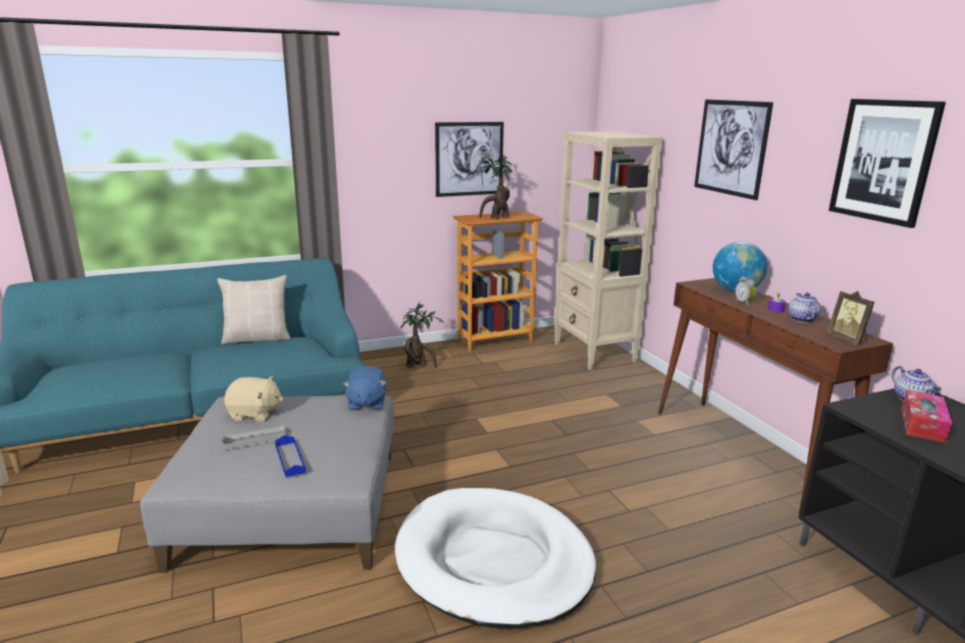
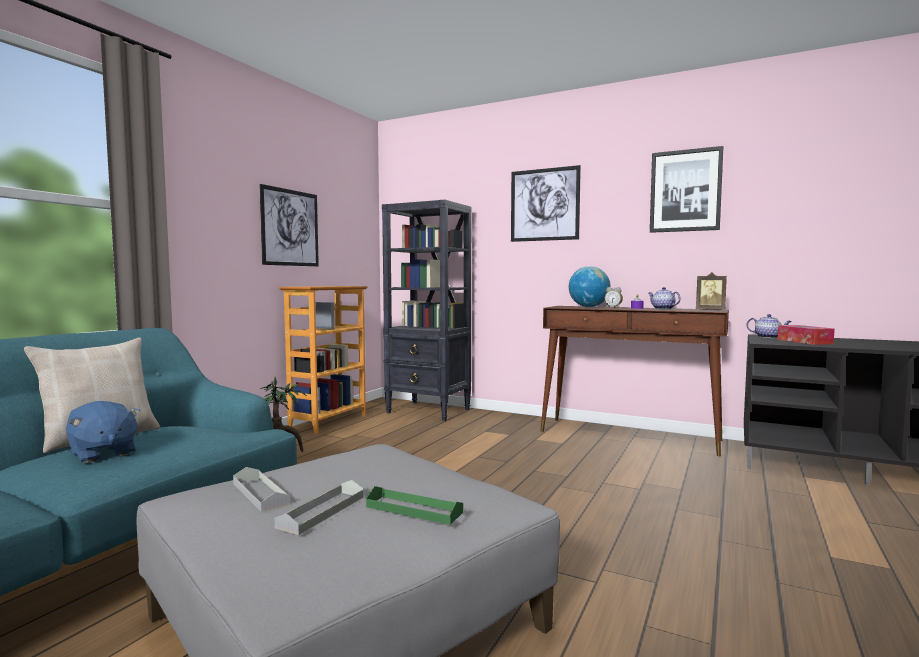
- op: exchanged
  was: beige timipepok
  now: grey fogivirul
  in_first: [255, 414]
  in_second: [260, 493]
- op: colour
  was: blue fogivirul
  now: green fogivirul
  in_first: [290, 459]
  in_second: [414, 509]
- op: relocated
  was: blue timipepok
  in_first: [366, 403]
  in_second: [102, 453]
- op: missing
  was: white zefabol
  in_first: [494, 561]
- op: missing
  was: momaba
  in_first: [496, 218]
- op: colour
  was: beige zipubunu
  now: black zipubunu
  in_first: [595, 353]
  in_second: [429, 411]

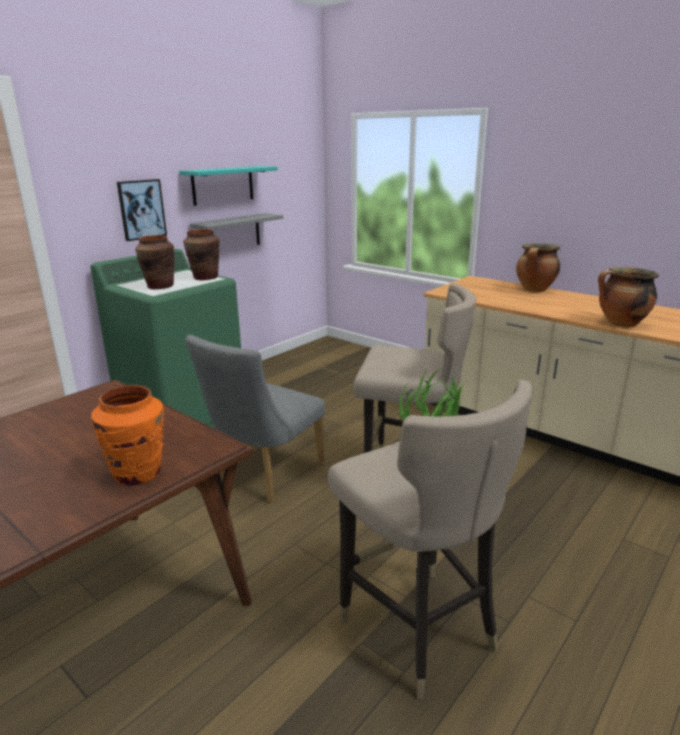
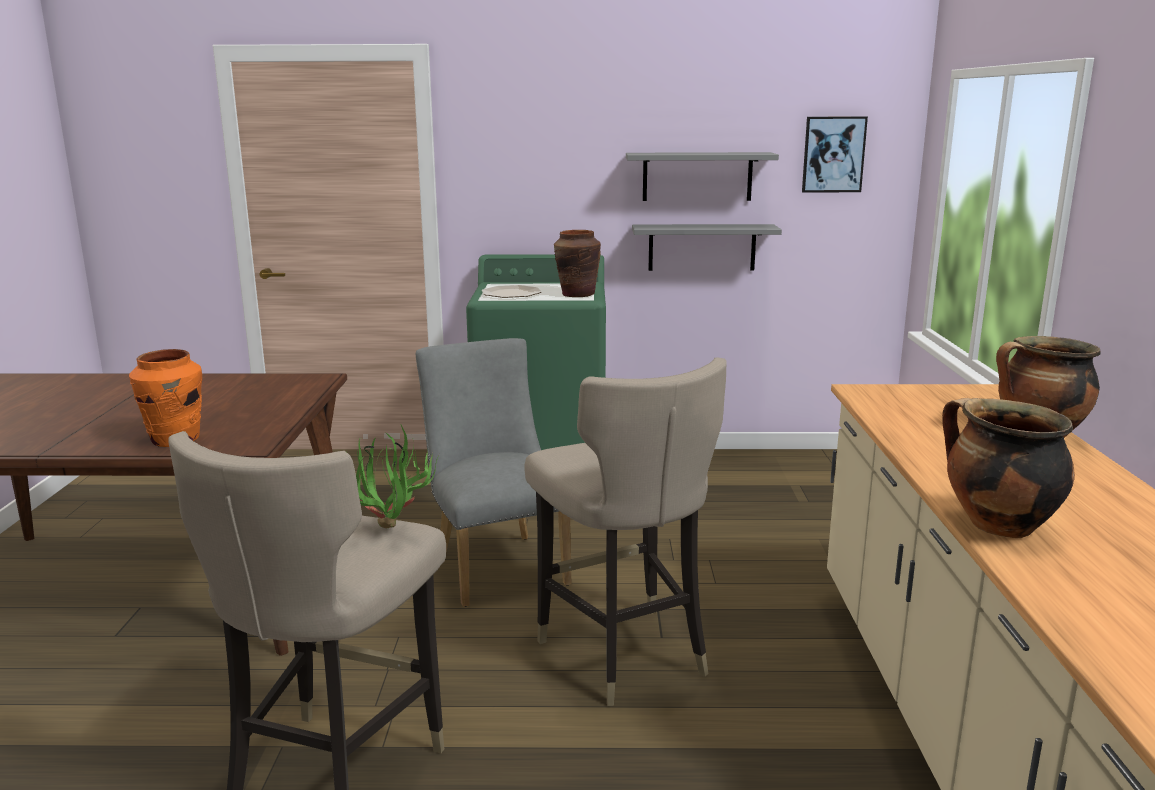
- op: relocated
  was: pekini
  in_first: [141, 209]
  in_second: [833, 154]
- op: exchanged
  was: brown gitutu
  now: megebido
  in_first: [160, 286]
  in_second: [511, 293]
- op: colour
  was: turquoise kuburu
  now: grey kuburu
  in_first: [223, 185]
  in_second: [697, 176]
- op: spun
  was: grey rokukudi
  in_first: [264, 475]
  in_second: [496, 564]
  clockwise: 75

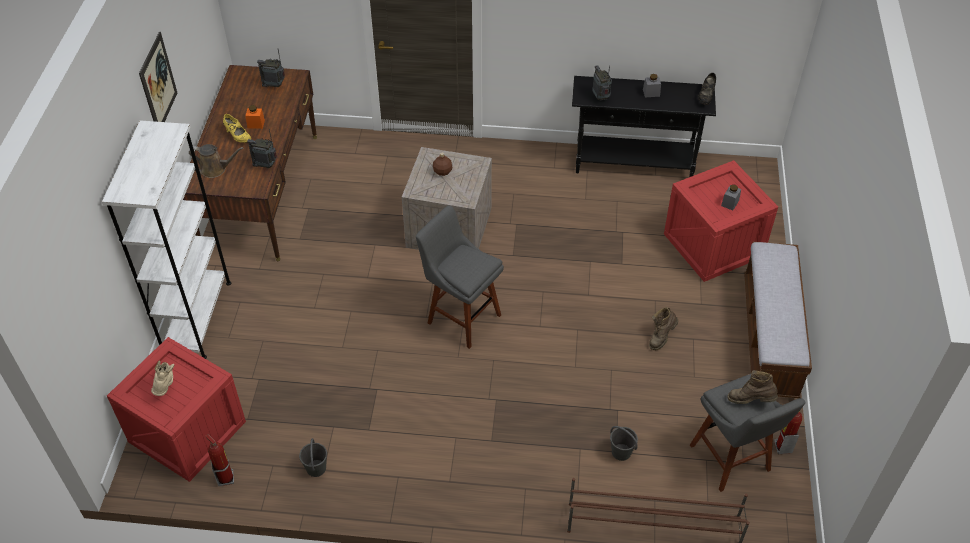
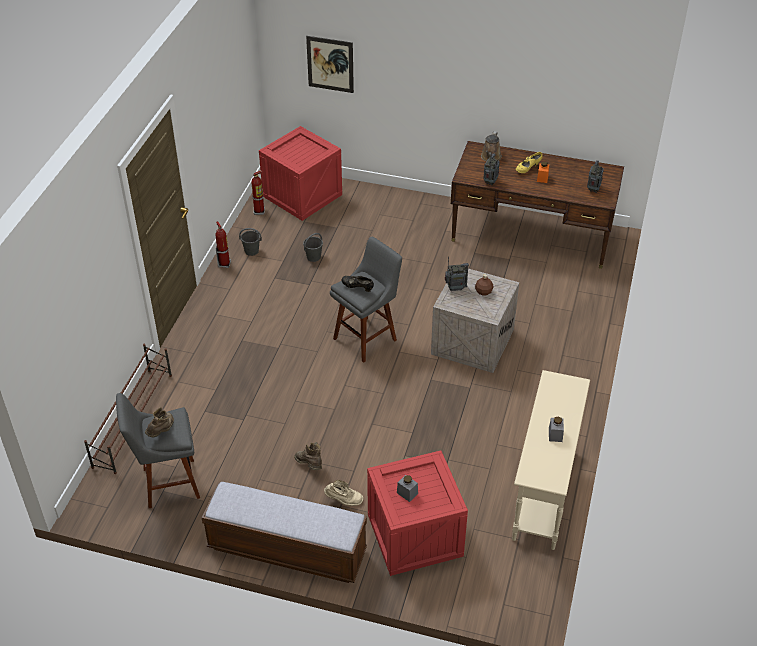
- op: missing
  was: white zipubunu
  in_first: [197, 317]
- op: relocated
  was: pekini
  in_first: [158, 83]
  in_second: [330, 64]
- op: relocated
  was: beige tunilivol
  in_first: [165, 385]
  in_second: [343, 501]
- op: colour
  was: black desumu
  now: beige desumu
  in_first: [634, 164]
  in_second: [543, 495]
- op: relocated
  was: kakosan
  in_first: [600, 97]
  in_second: [455, 289]
- op: relocated
  was: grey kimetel
  in_first: [621, 452]
  in_second: [313, 257]
- op: relocated
  was: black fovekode
  in_first: [706, 96]
  in_second: [357, 288]
- op: relocated
  was: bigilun
  in_first: [782, 447]
  in_second: [224, 264]

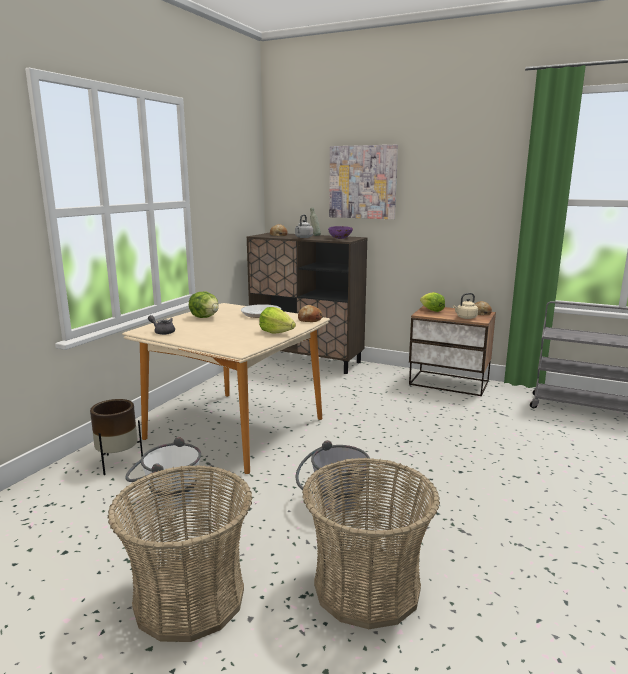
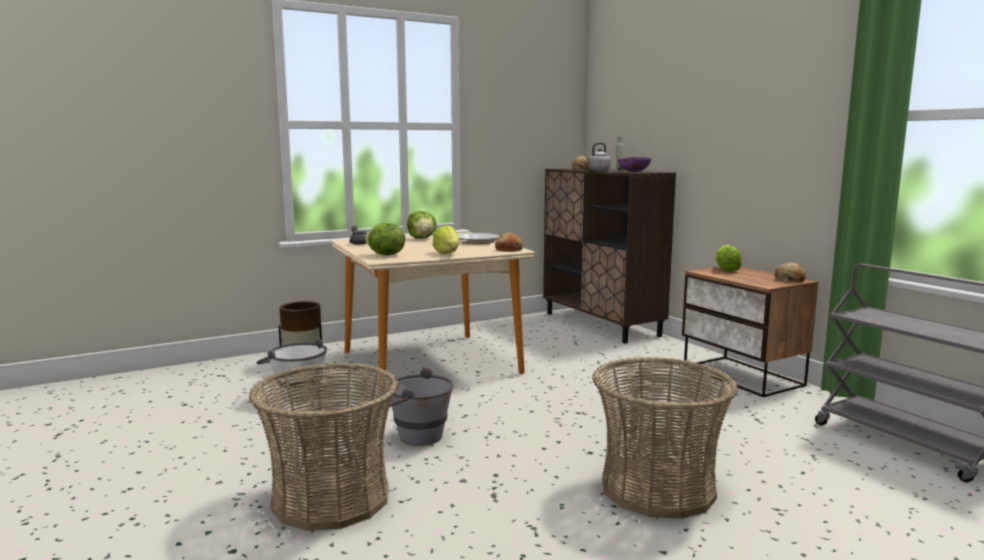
- op: relocated
  was: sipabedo
  in_first: [189, 598]
  in_second: [658, 488]
- op: missing
  was: pekini
  in_first: [363, 182]
- op: missing
  was: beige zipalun
  in_first: [465, 318]
- op: appeared
  now: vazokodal
  in_second: [385, 255]

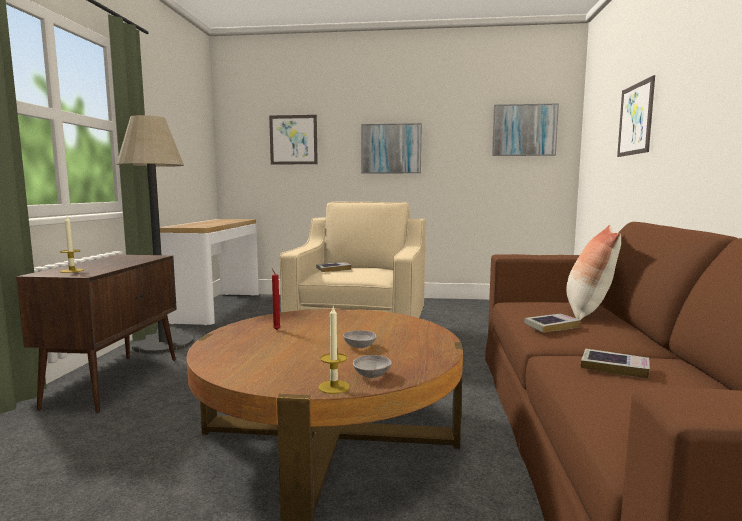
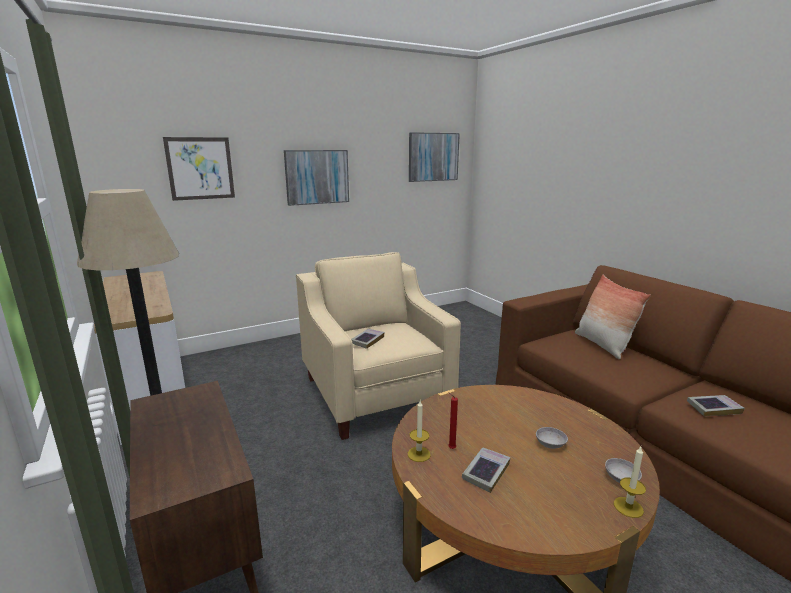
- op: relocated
  was: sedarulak
  in_first: [72, 271]
  in_second: [419, 454]
- op: relocated
  was: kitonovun
  in_first: [551, 326]
  in_second: [486, 472]
- op: missing
  was: pekini
  in_first: [635, 119]

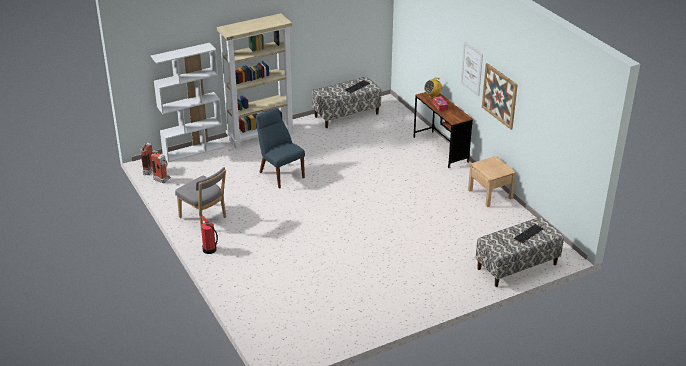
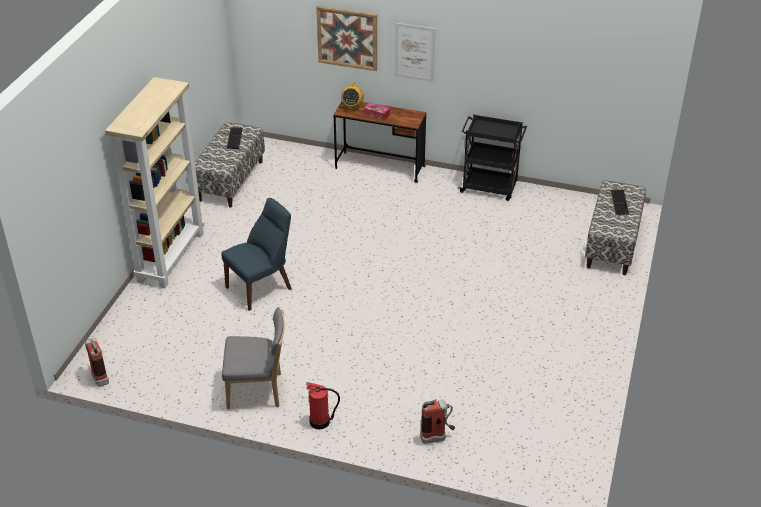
- op: missing
  was: white zipubunu
  in_first: [193, 150]
- op: relocated
  was: bigilun
  in_first: [163, 181]
  in_second: [437, 438]
- op: spun
  was: blue rokukudi
  in_first: [280, 174]
  in_second: [261, 287]
  clockwise: 135
- op: exchanged
  was: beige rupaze
  now: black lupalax
  in_first: [490, 194]
  in_second: [490, 188]
- op: relocated
  was: pekini
  in_first: [499, 96]
  in_second: [347, 38]

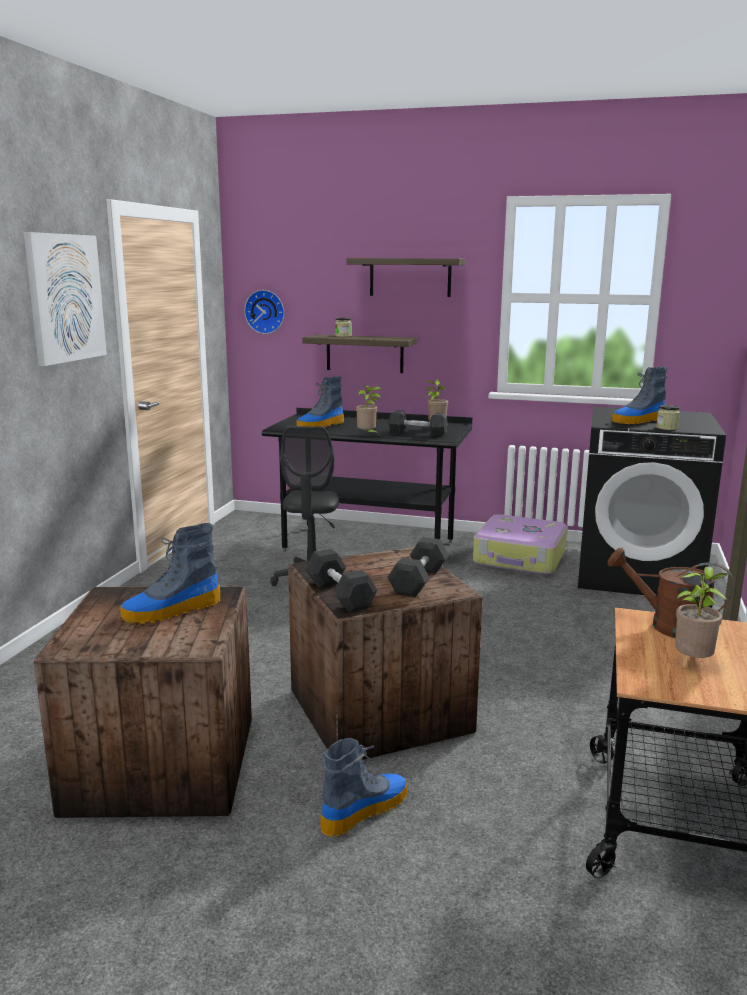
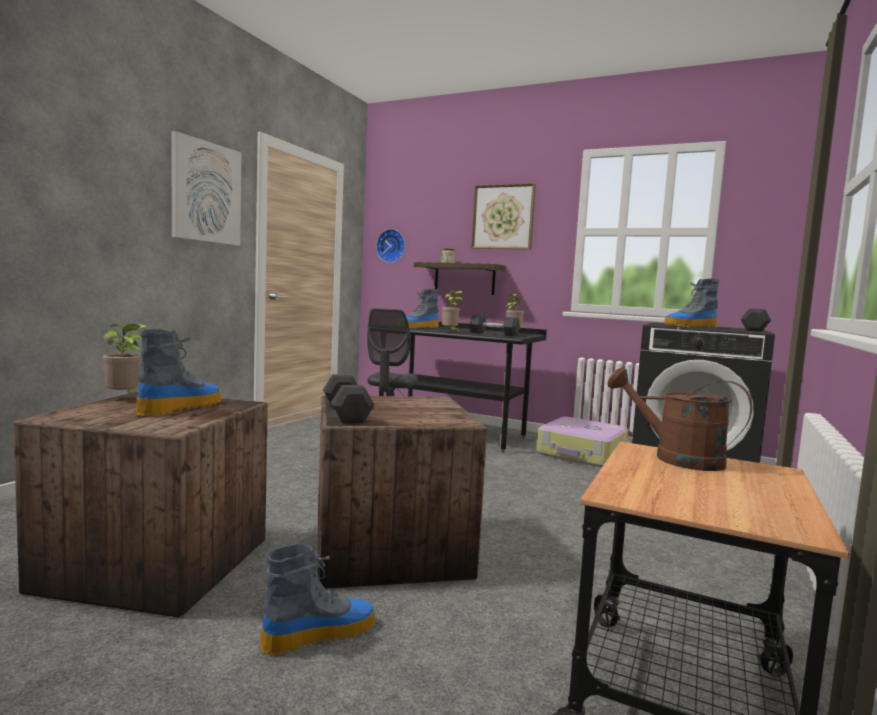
- op: spun
  was: tunilivol
  in_first: [172, 611]
  in_second: [180, 407]
  clockwise: 135
- op: exchanged
  was: kuburu
  now: pekini
  in_first: [410, 277]
  in_second: [503, 217]
- op: relocated
  was: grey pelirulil
  in_first: [418, 581]
  in_second: [755, 330]
- op: missing
  was: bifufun
  in_first: [667, 428]
- op: relocated
  was: momaba
  in_first: [693, 662]
  in_second: [125, 398]

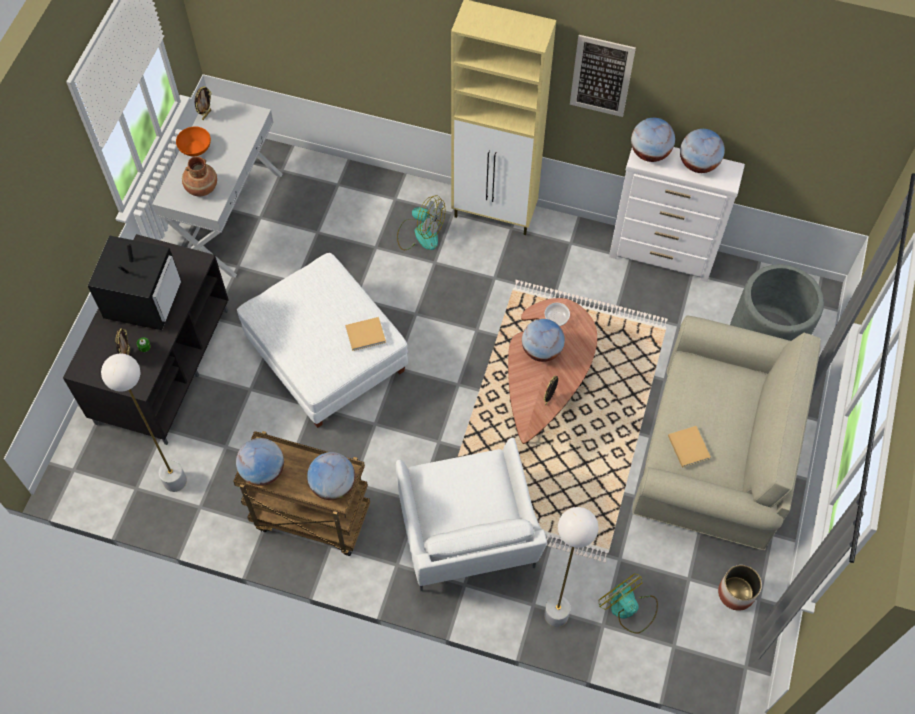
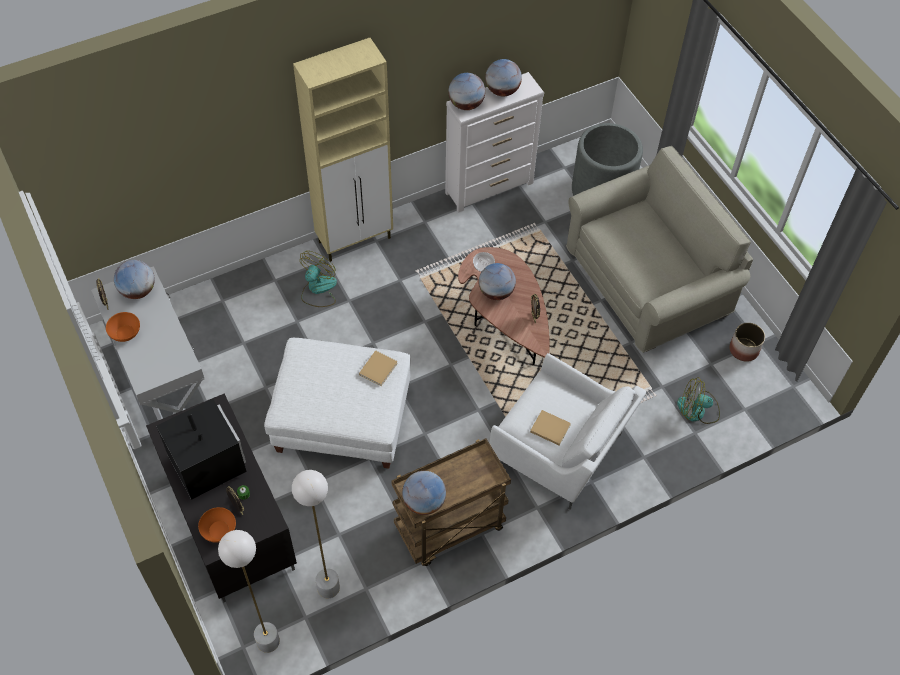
- op: missing
  was: brown gitutu
  in_first: [201, 187]
- op: relocated
  was: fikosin
  in_first: [333, 485]
  in_second: [138, 290]
- op: spun
  was: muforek
  in_first: [420, 233]
  in_second: [318, 289]
  clockwise: -45
- op: relocated
  was: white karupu
  in_first: [556, 615]
  in_second: [268, 641]
- op: missing
  was: pekini
  in_first: [601, 76]
- op: relocated
  was: beige kitonovun
  in_first: [688, 446]
  in_second: [549, 428]
- op: appeared
  now: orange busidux
  in_second: [219, 530]

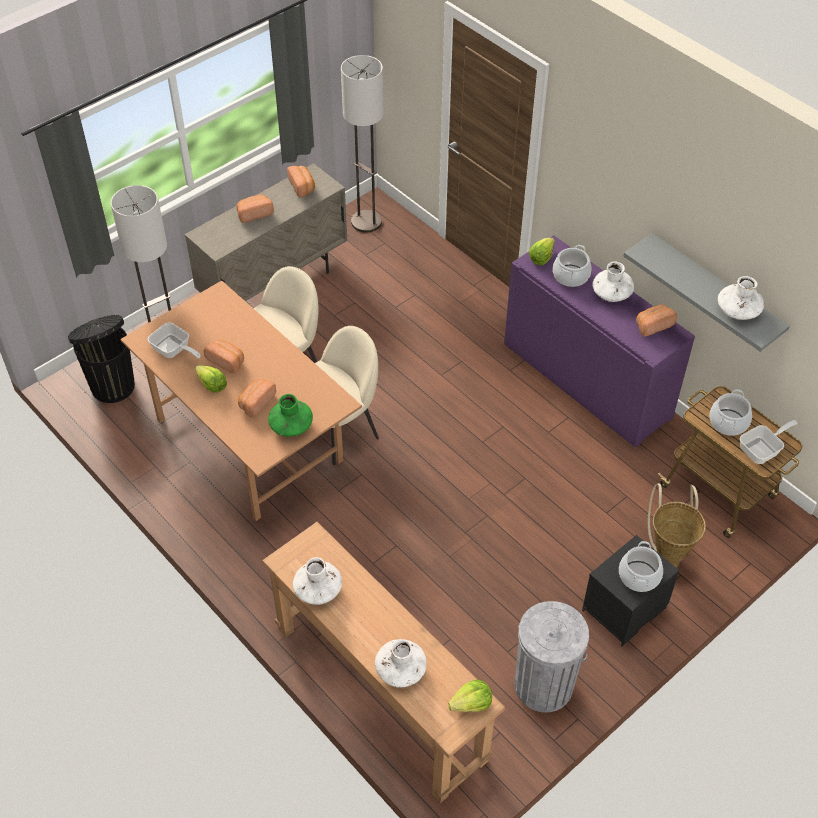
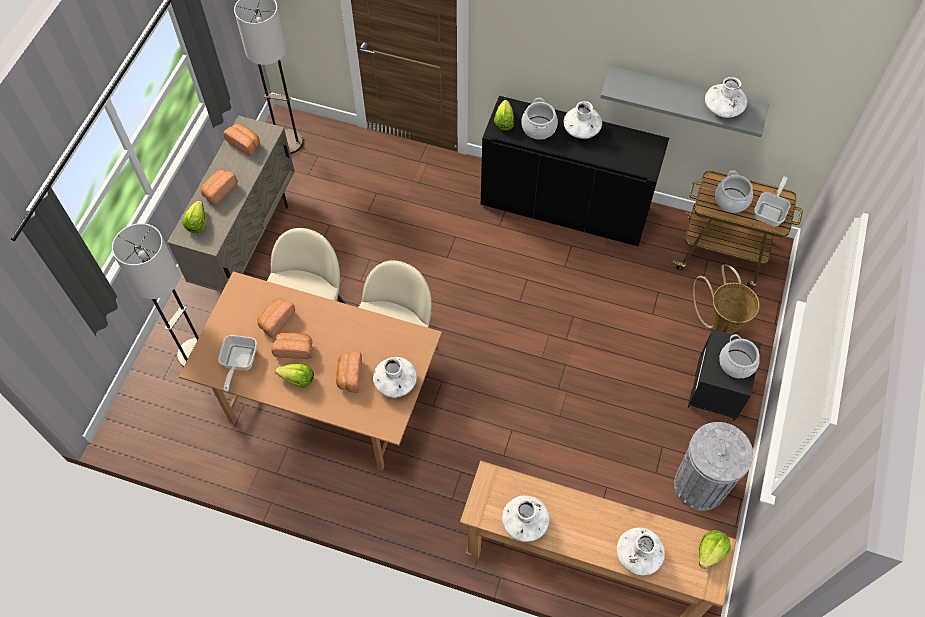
- op: missing
  was: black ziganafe
  in_first: [112, 385]
- op: spun
  was: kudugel
  in_first: [174, 350]
  in_second: [238, 363]
  clockwise: 90
- op: colour
  was: green gitutu
  now: white gitutu
  in_first: [291, 426]
  in_second: [395, 382]
- op: colour
  was: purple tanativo
  now: black tanativo
  in_first: [586, 381]
  in_second: [565, 206]
- op: relocated
  was: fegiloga
  in_first: [653, 325]
  in_second: [276, 321]
- op: appeared
  now: vazokodal
  in_second: [197, 223]

